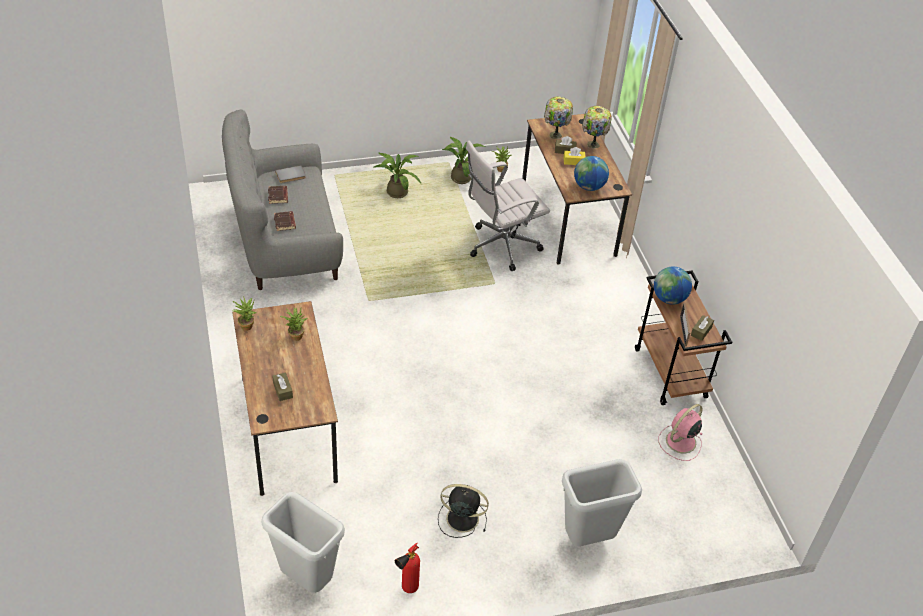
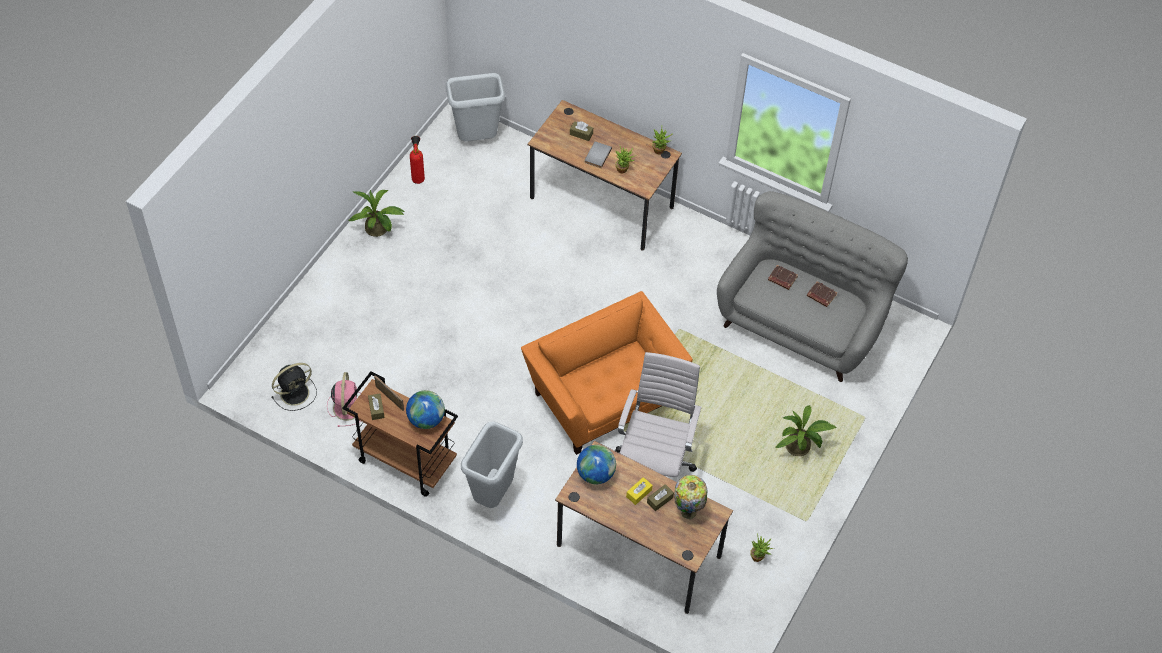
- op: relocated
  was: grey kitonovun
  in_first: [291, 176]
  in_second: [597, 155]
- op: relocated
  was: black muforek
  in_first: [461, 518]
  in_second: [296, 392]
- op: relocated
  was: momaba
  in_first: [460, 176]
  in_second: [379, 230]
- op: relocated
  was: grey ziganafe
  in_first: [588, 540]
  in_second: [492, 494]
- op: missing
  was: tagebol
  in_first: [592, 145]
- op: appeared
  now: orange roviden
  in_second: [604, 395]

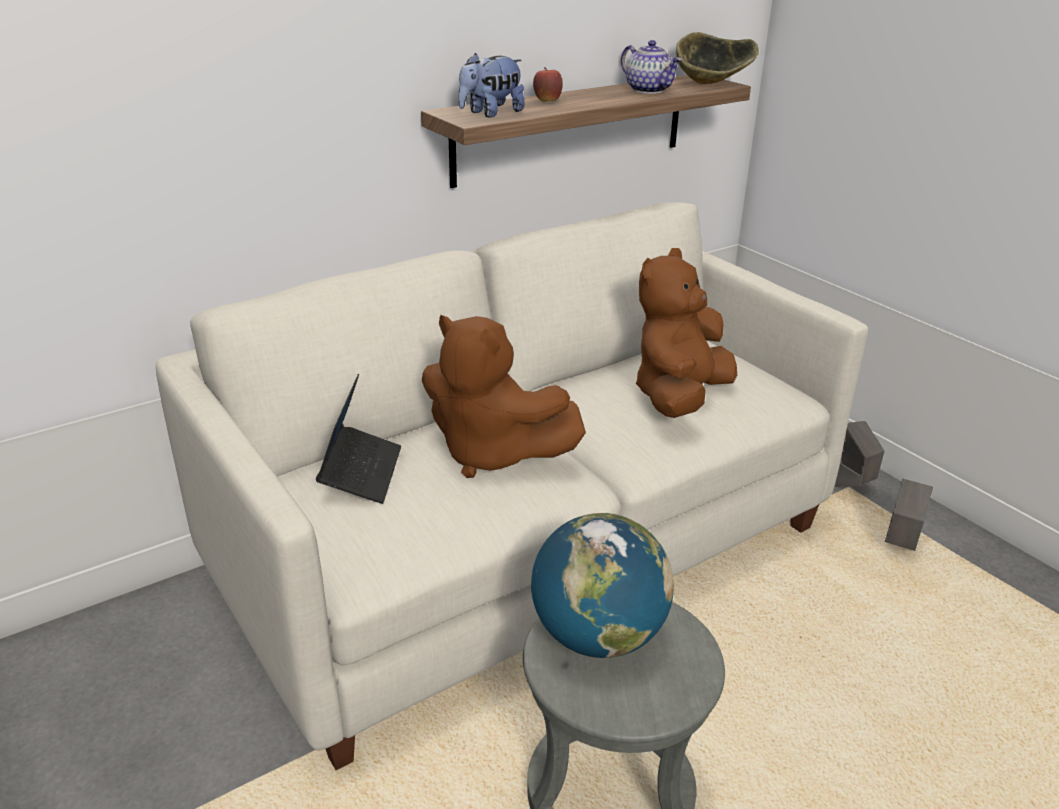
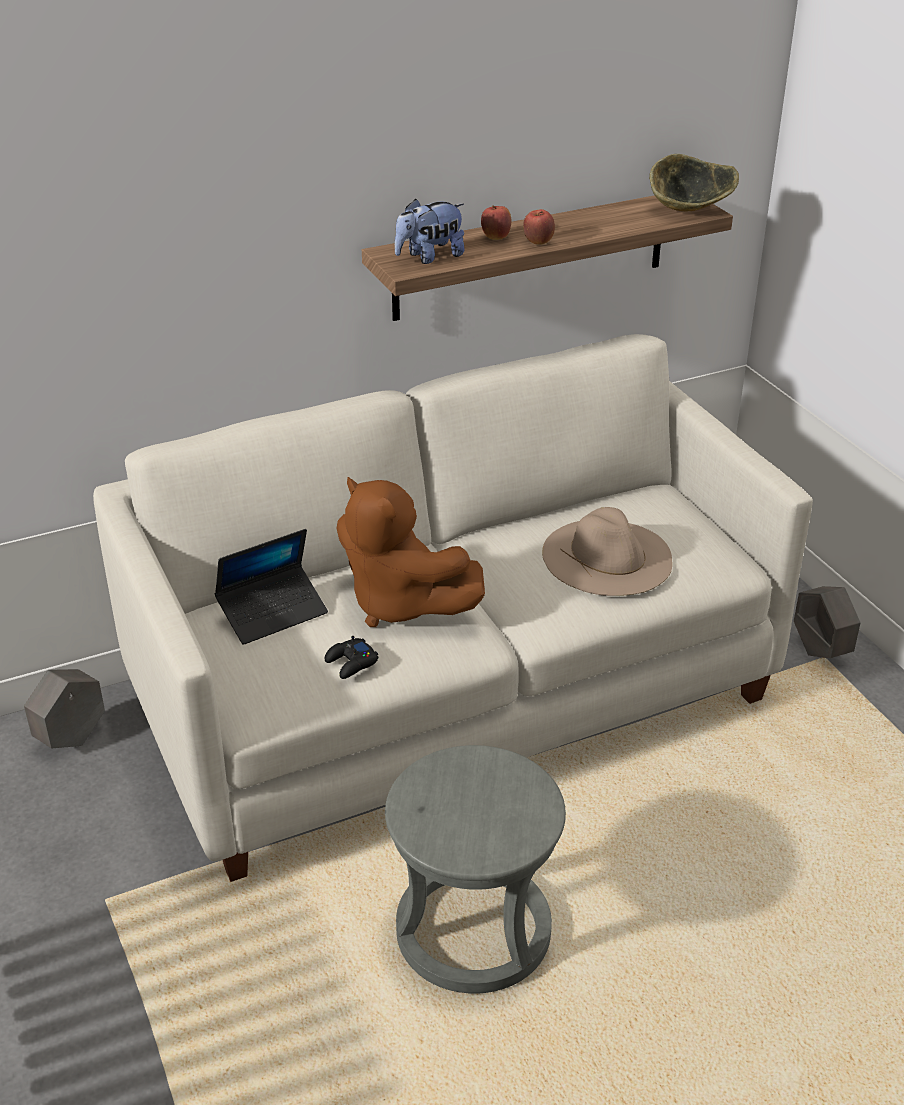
- op: spun
  was: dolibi
  in_first: [361, 472]
  in_second: [273, 612]
  clockwise: 45
- op: missing
  was: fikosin
  in_first: [597, 636]
- op: missing
  was: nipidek
  in_first: [649, 90]
- op: exchanged
  was: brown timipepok
  now: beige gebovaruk
  in_first: [679, 397]
  in_second: [607, 556]
- op: relocated
  was: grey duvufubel
  in_first: [900, 544]
  in_second: [72, 739]
- op: appeared
  now: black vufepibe
  in_second: [351, 663]
- op: appeared
  now: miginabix
  in_second: [538, 242]

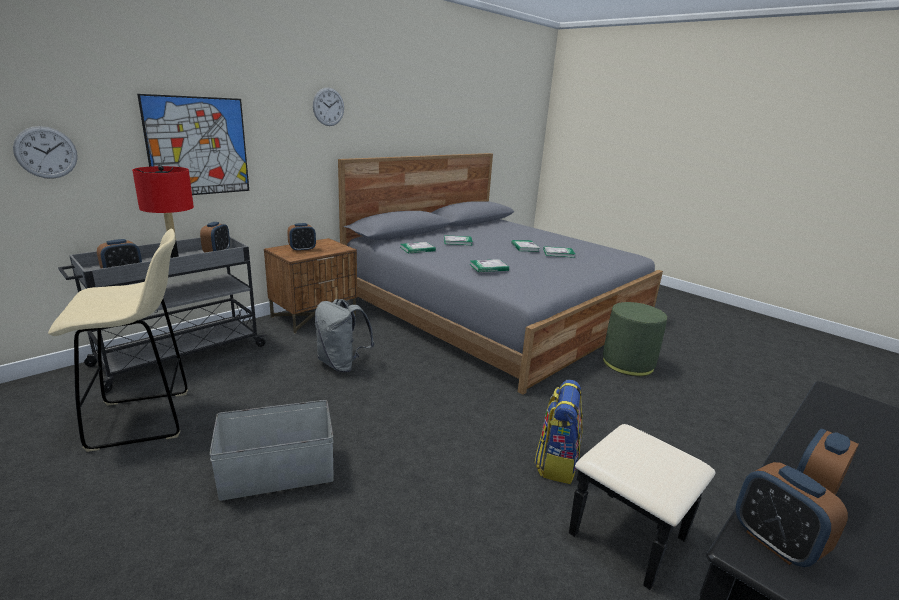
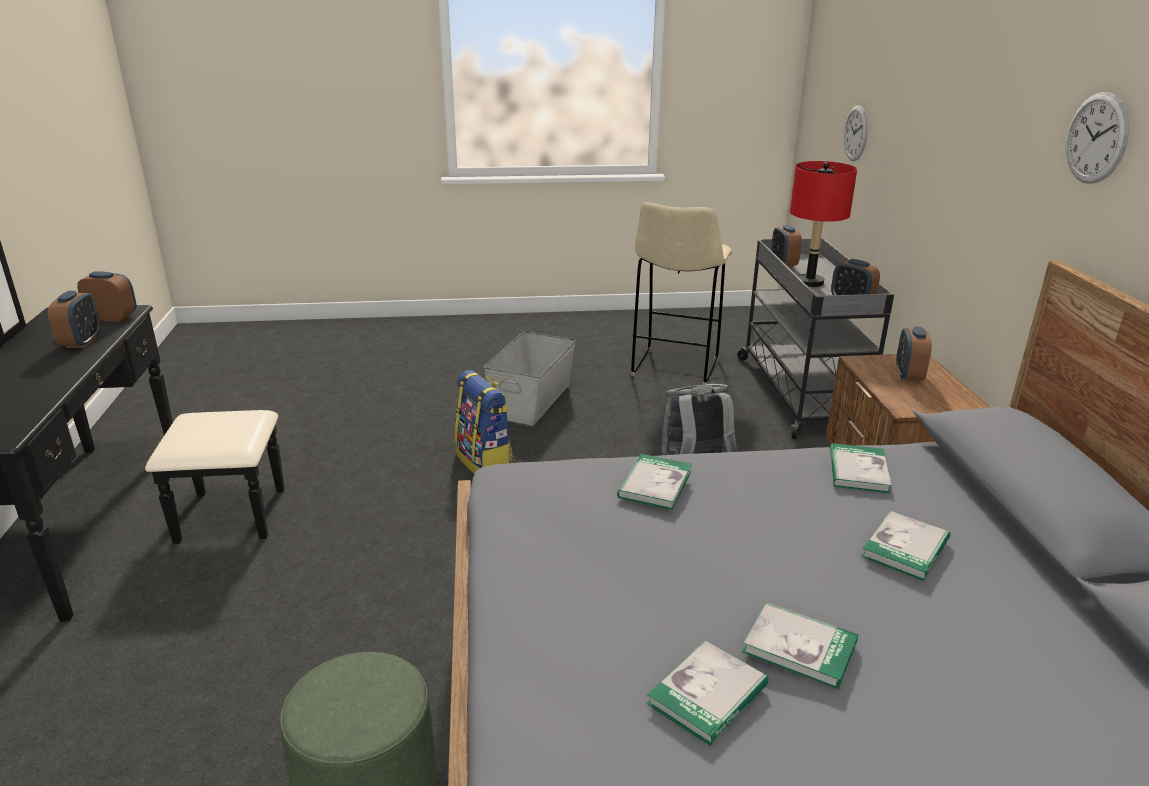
- op: missing
  was: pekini
  in_first: [198, 146]
- op: relocated
  was: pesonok
  in_first: [556, 462]
  in_second: [485, 462]

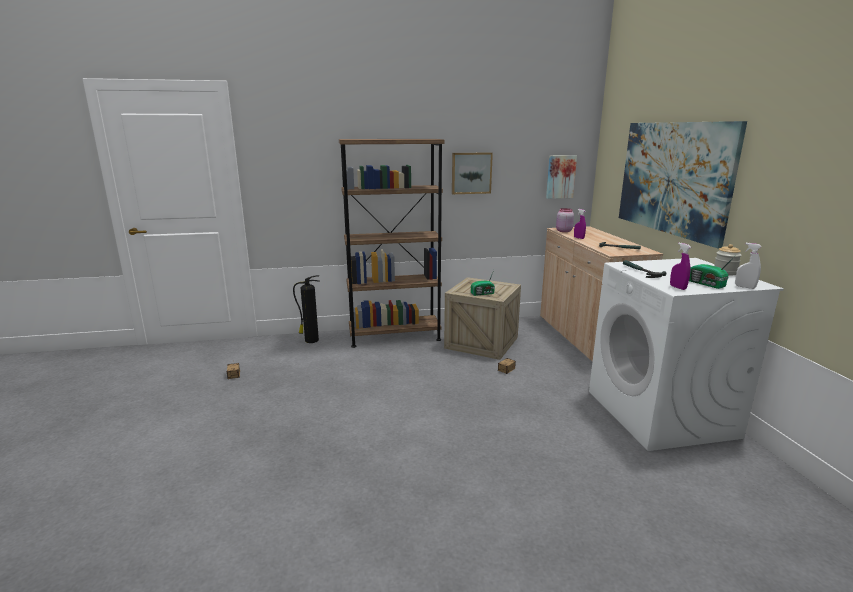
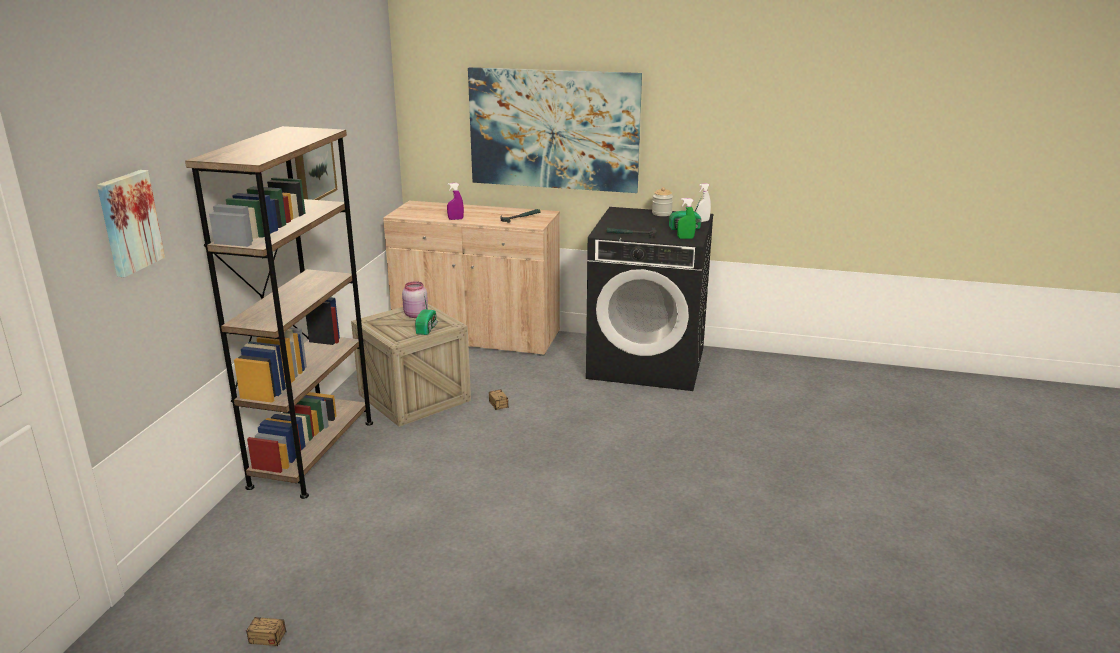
- op: missing
  was: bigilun
  in_first: [310, 340]
- op: relocated
  was: pekini
  in_first: [560, 176]
  in_second: [128, 222]
- op: relocated
  was: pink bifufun
  in_first: [563, 231]
  in_second: [415, 315]
- op: colour
  was: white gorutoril
  now: black gorutoril
  in_first: [661, 414]
  in_second: [647, 363]
- op: colour
  was: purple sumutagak
  now: green sumutagak
  in_first: [677, 287]
  in_second: [685, 238]

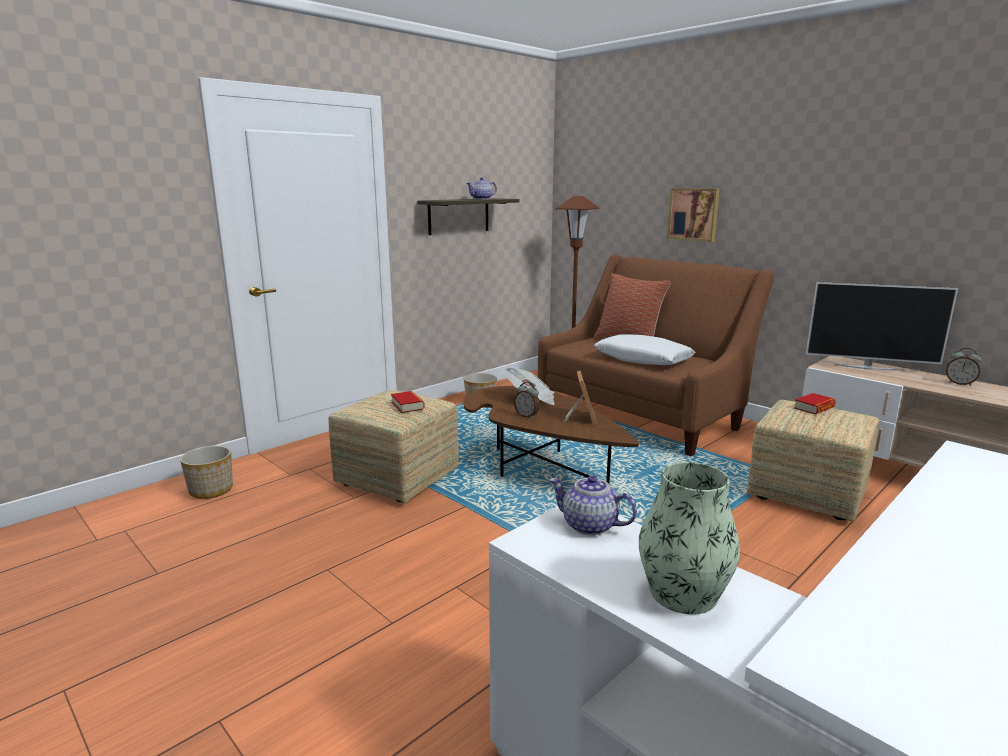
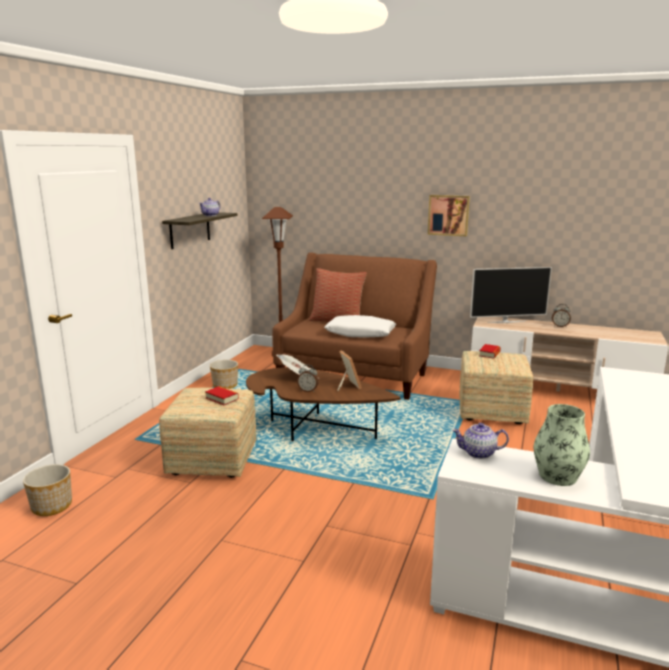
- op: relocated
  was: pekini
  in_first: [694, 214]
  in_second: [448, 215]

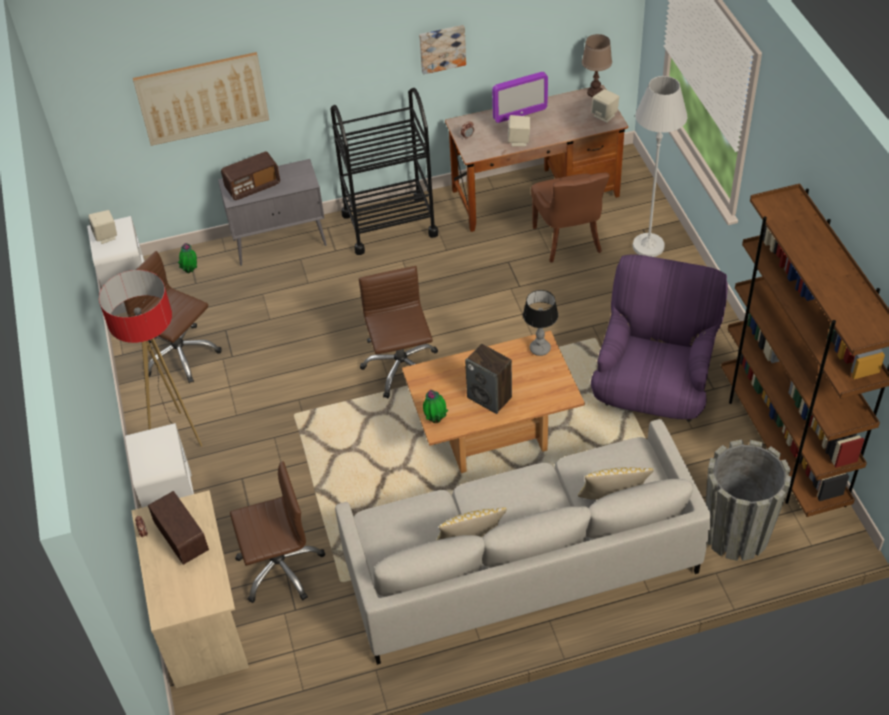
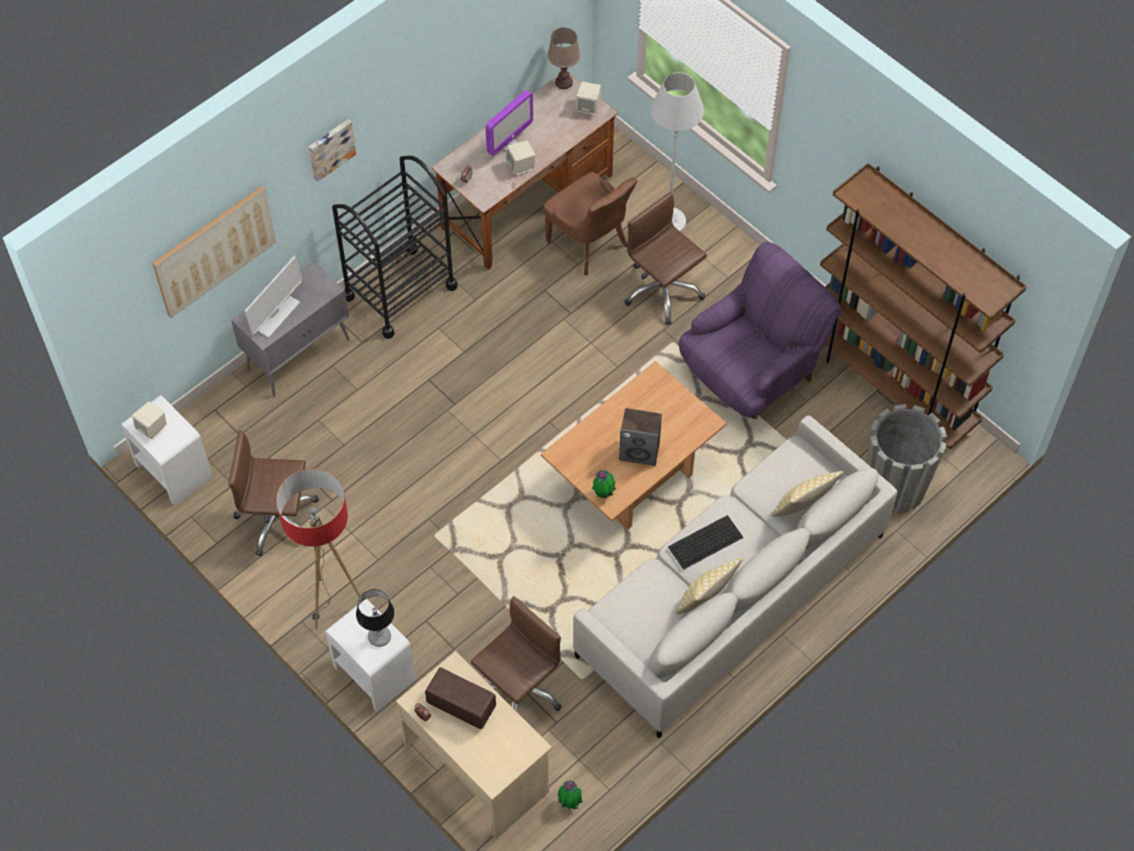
- op: relocated
  was: momaba
  in_first: [191, 271]
  in_second: [570, 802]
- op: exchanged
  was: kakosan
  now: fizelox
  in_first: [253, 187]
  in_second: [275, 315]
- op: relocated
  was: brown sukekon
  in_first: [401, 368]
  in_second: [662, 291]
- op: relocated
  was: pekini
  in_first: [442, 48]
  in_second: [330, 148]
- op: relocated
  was: tagebol
  in_first: [540, 349]
  in_second: [380, 637]
- op: spun
  was: purple roviden
  in_first: [653, 386]
  in_second: [752, 371]
  clockwise: 60
- op: appeared
  now: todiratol
  in_second: [705, 542]

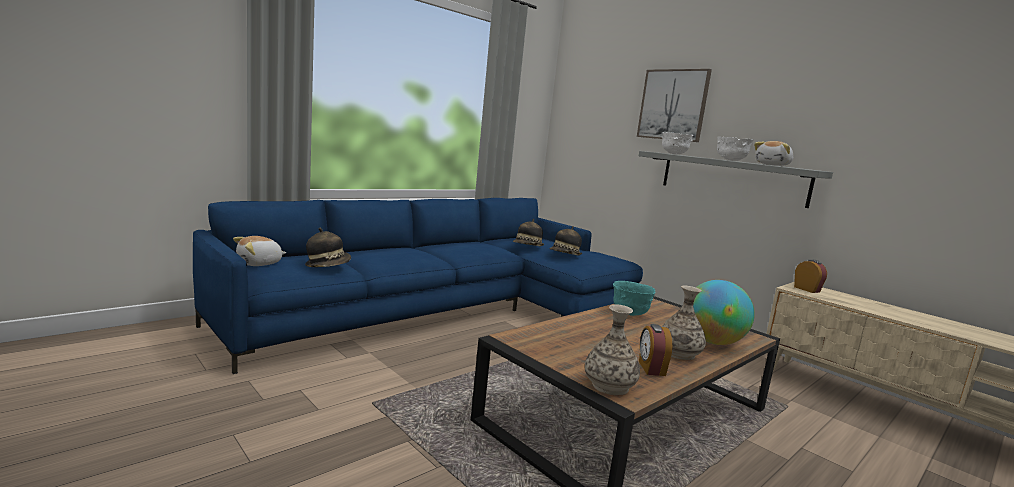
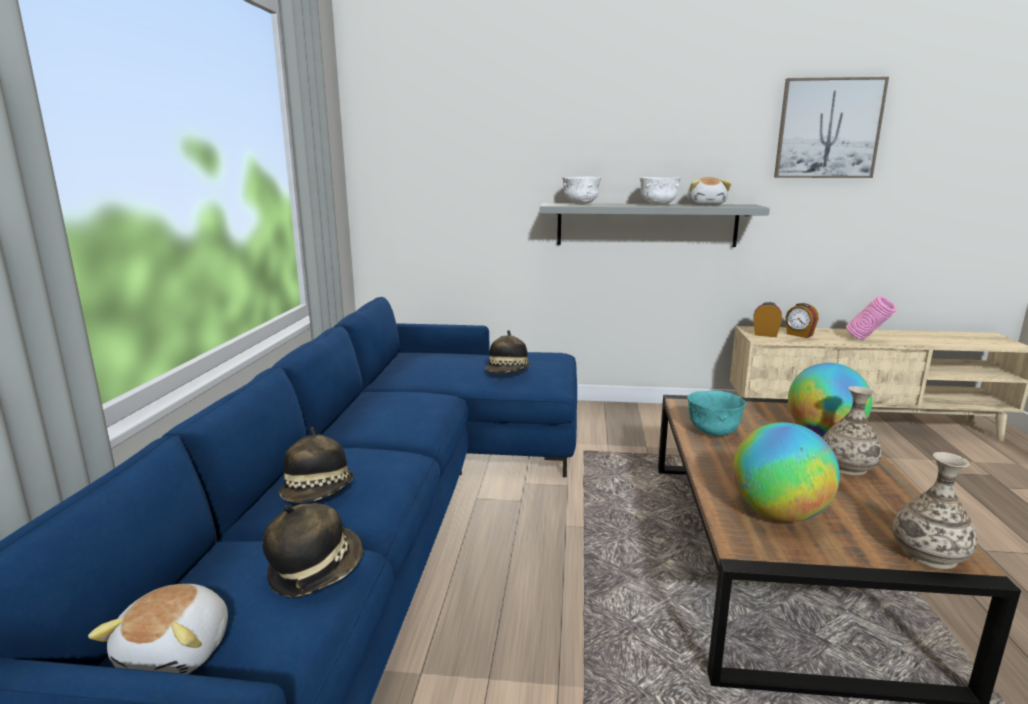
- op: relocated
  was: gebovaruk
  in_first: [528, 247]
  in_second: [319, 494]
- op: relocated
  was: pekini
  in_first: [673, 105]
  in_second: [828, 129]
- op: relocated
  was: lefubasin
  in_first: [651, 368]
  in_second: [799, 335]
- op: appeared
  now: fikosin
  in_second: [778, 514]
- op: appeared
  now: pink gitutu
  in_second: [867, 340]

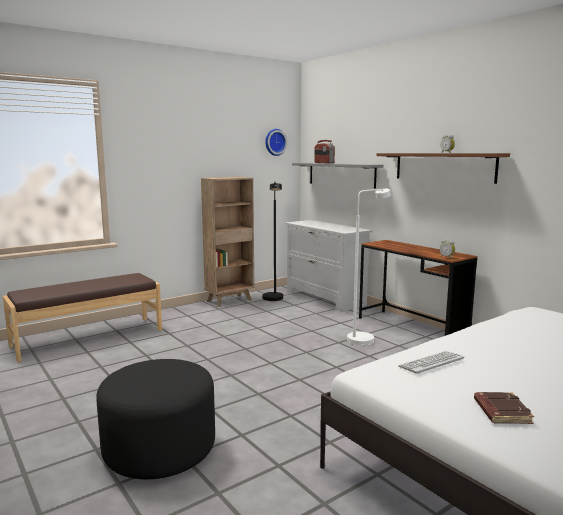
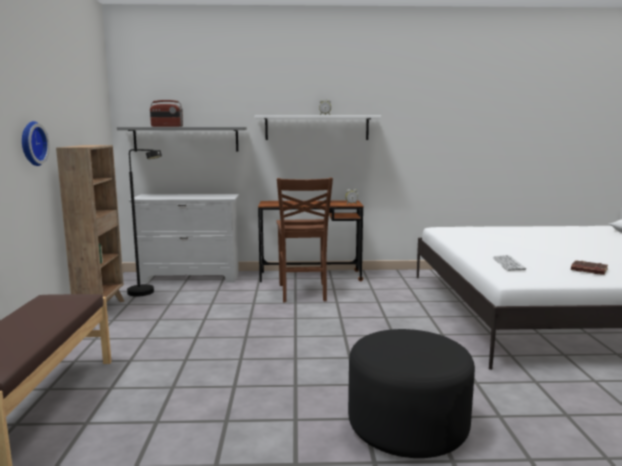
- op: relocated
  was: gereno
  in_first: [274, 142]
  in_second: [31, 143]
- op: exchanged
  was: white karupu
  now: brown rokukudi
  in_first: [364, 338]
  in_second: [303, 293]
- op: colour
  was: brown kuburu
  now: white kuburu
  in_first: [443, 167]
  in_second: [317, 127]

